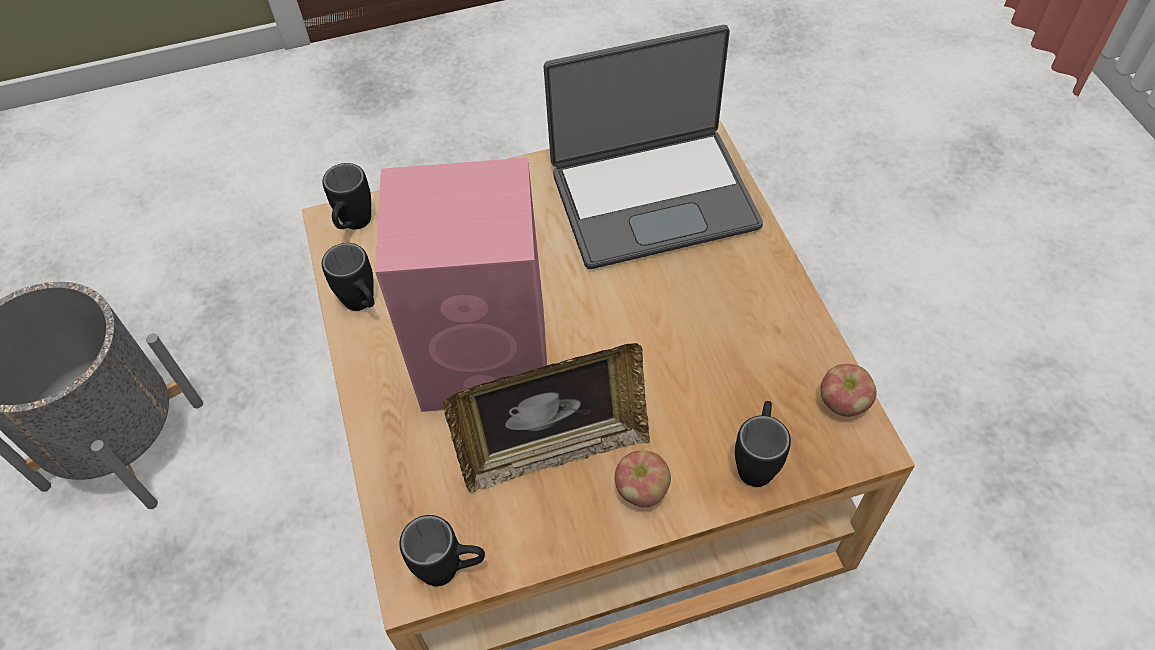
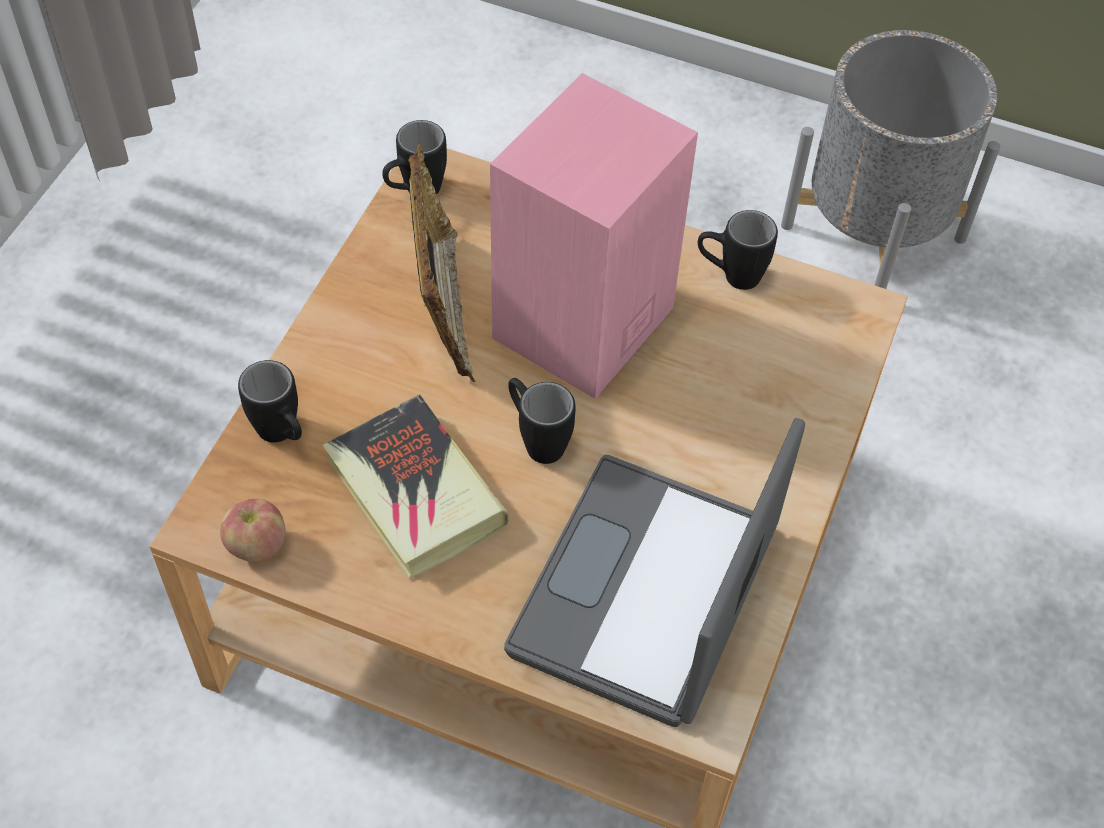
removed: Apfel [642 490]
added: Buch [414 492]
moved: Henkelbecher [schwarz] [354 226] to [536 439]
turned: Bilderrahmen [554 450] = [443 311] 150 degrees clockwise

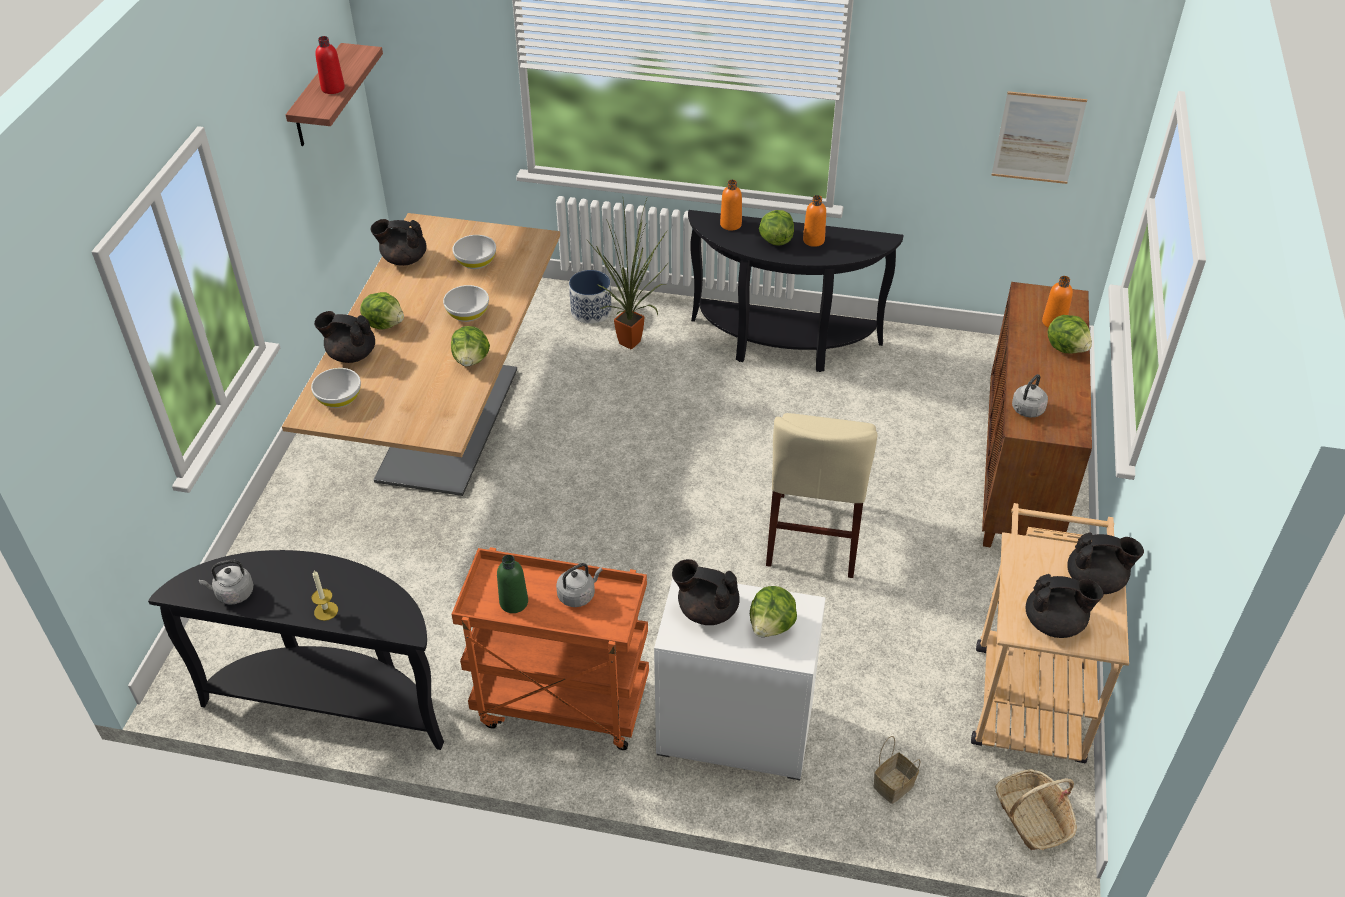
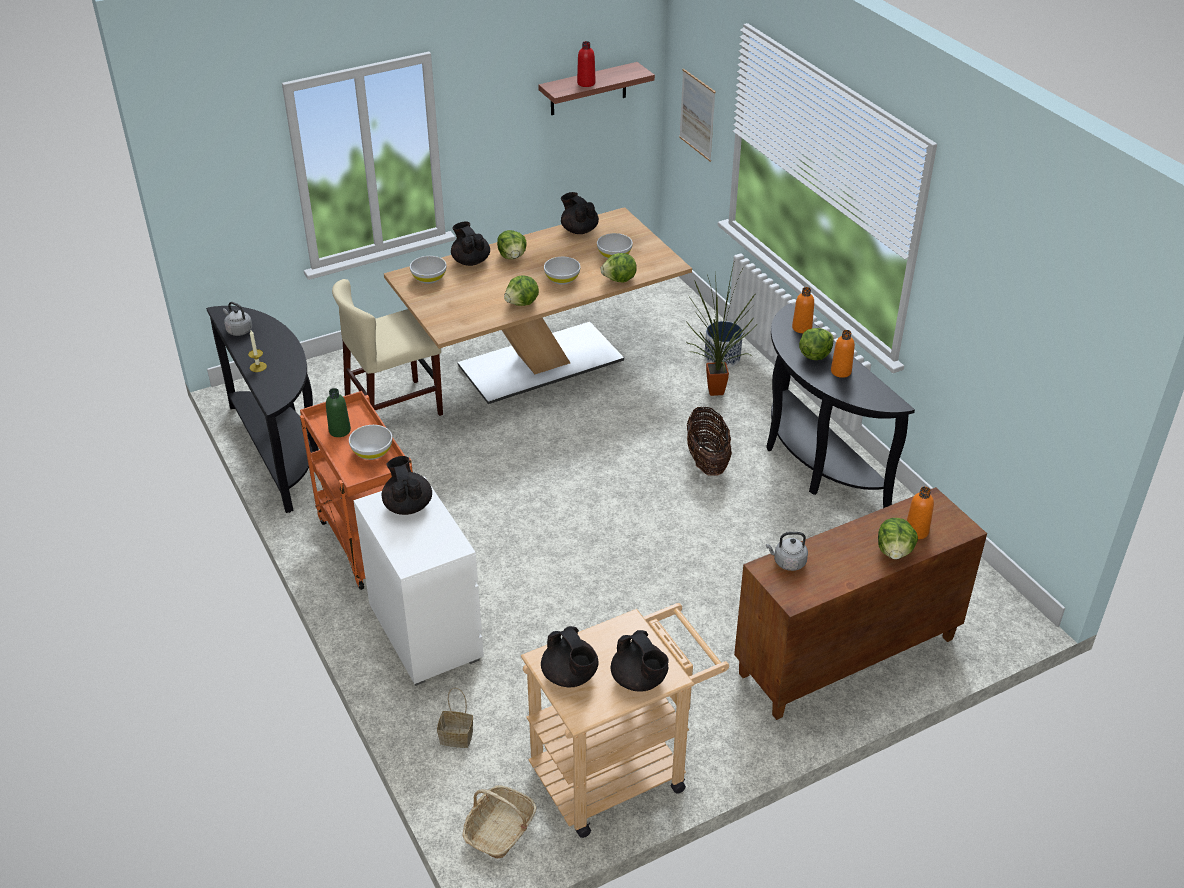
added: Korb [707 461]
moved: Bild [1037 138] to [697 115]; Stuhl [beige] [814 534] to [394 408]; Salatkopf [771 626] to [619 280]
replaced: Wasserkessel [grau] [578 595] to Schüssel [weiß] [372 452]

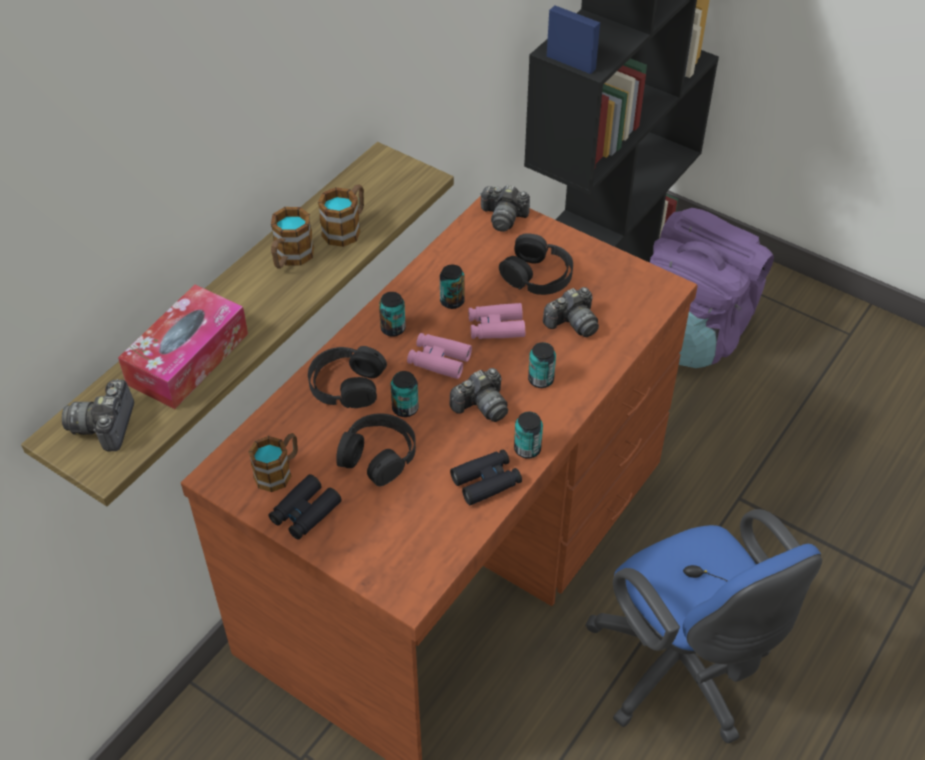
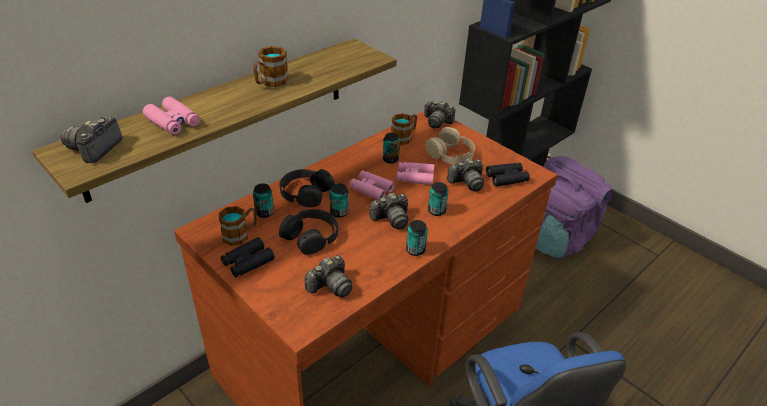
added: Kamera [330 286]
moved: Henkelbecher [346 228] to [404 137]; Dose [393 329] to [264 212]; Fernglas [schwarz] [486 481] to [507 178]
replaced: Taschentuchbox [188 358] to Fernglas [rosa] [173 122]
recoloured: Kopfhörer [schwarz] [537 275] to Kopfhörer [beige] [450 154]

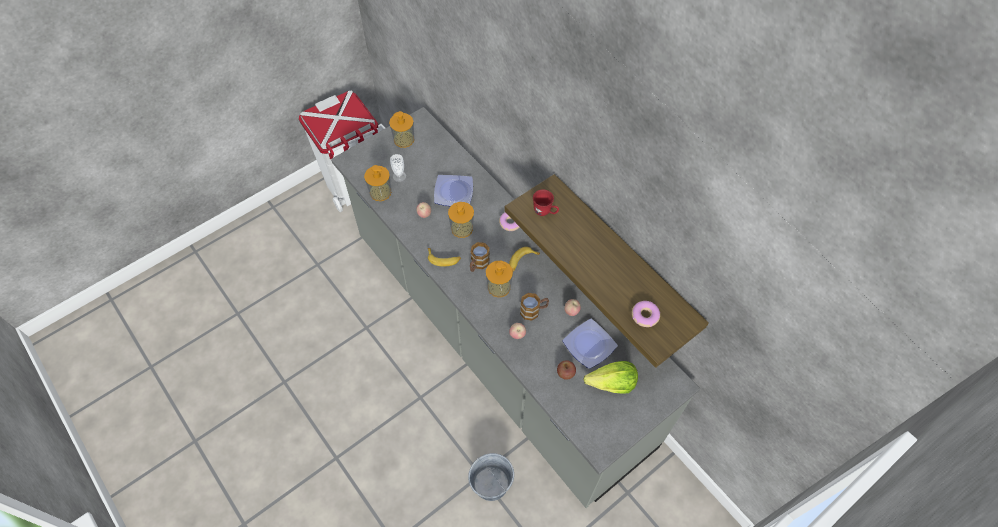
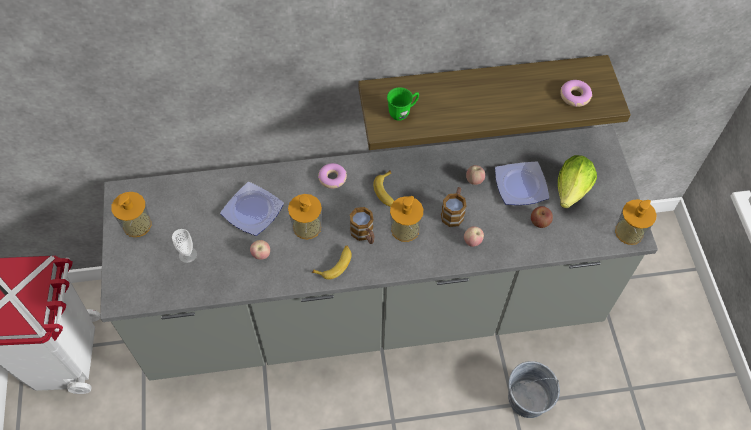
moved: Seifenspender [380 192] to [629 232]
recoloured: Henkelbecher [rot] [545 212] to Henkelbecher [grün] [403 112]

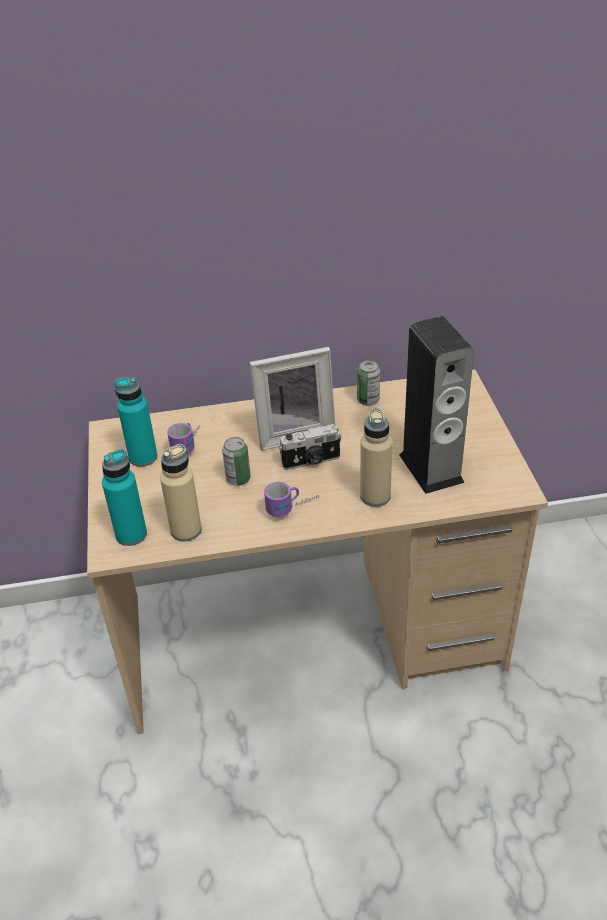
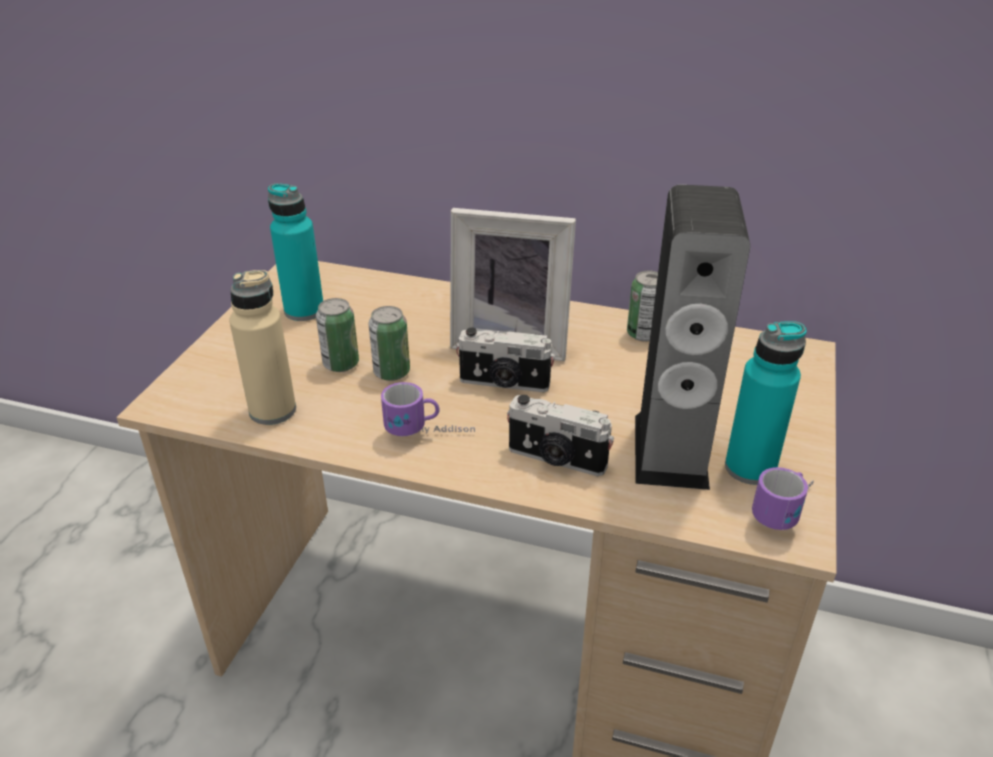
added: Dose [341 364]
moved: Henkelbecher [189 444] to [787 510]; Flasche [türkis] [131 534] to [750 468]
replaced: Flasche [beige] [375 496] to Kamera [556 459]

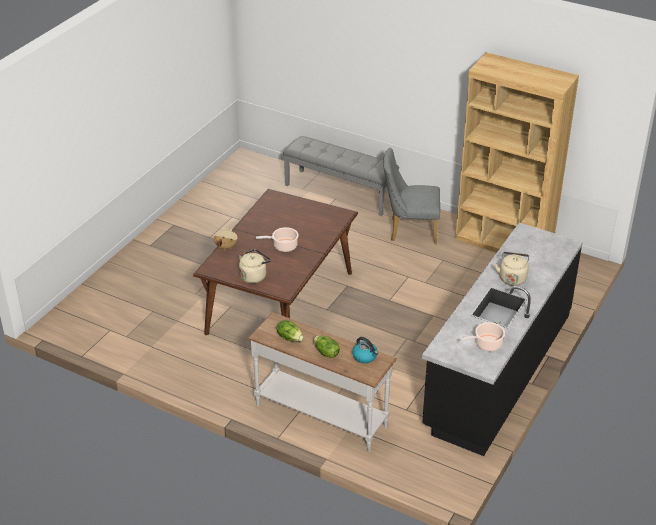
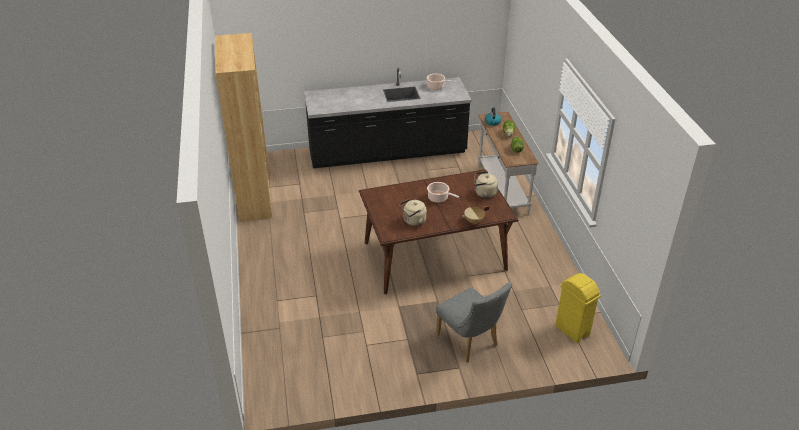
removed: Bank [grau] [340 192]
added: Mülleimer [gelb] [572 331]
moved: Stuhl [grau] [409 230] to [470 343]; Wasserkessel [beige] [512 278] to [413 221]

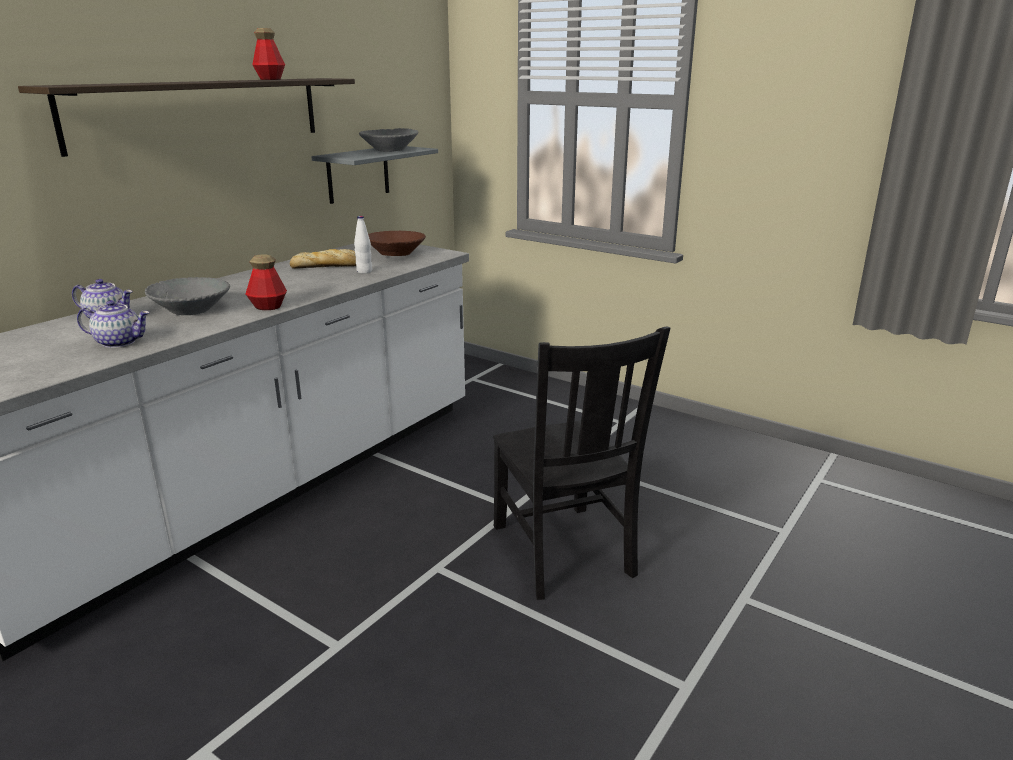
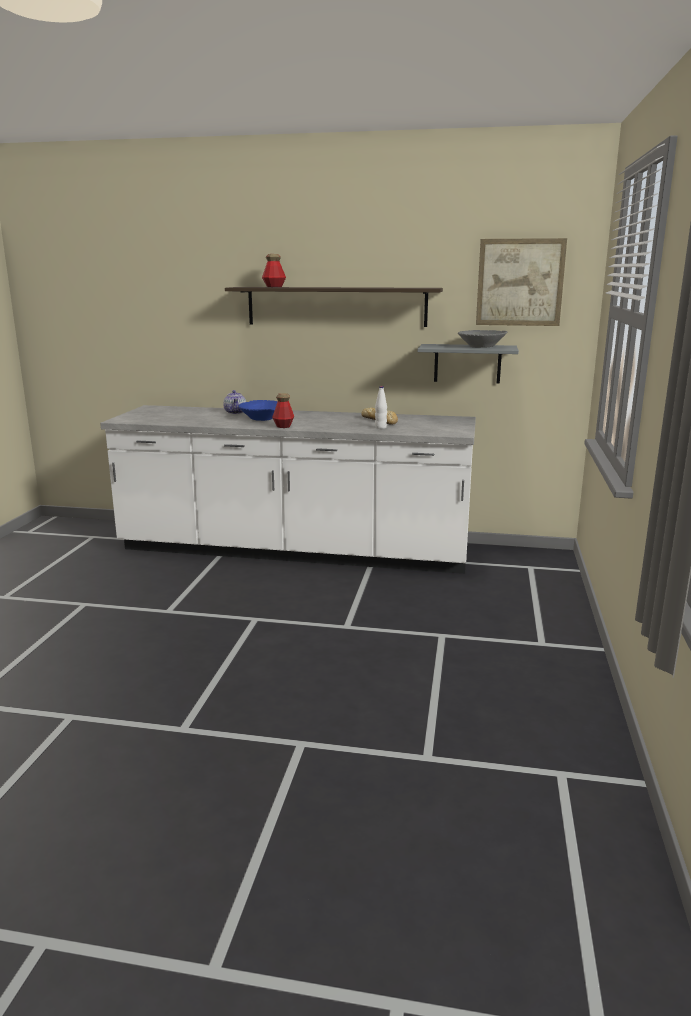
removed: Schüssel [braun] [395 254]; Teekanne [120 342]; Stuhl [schwarz] [564 553]
added: Bild [520 282]
moved: Flasche [270 79] to [274 287]
recoloured: Schüssel [grau] [192 310] to Schüssel [blau] [262 418]

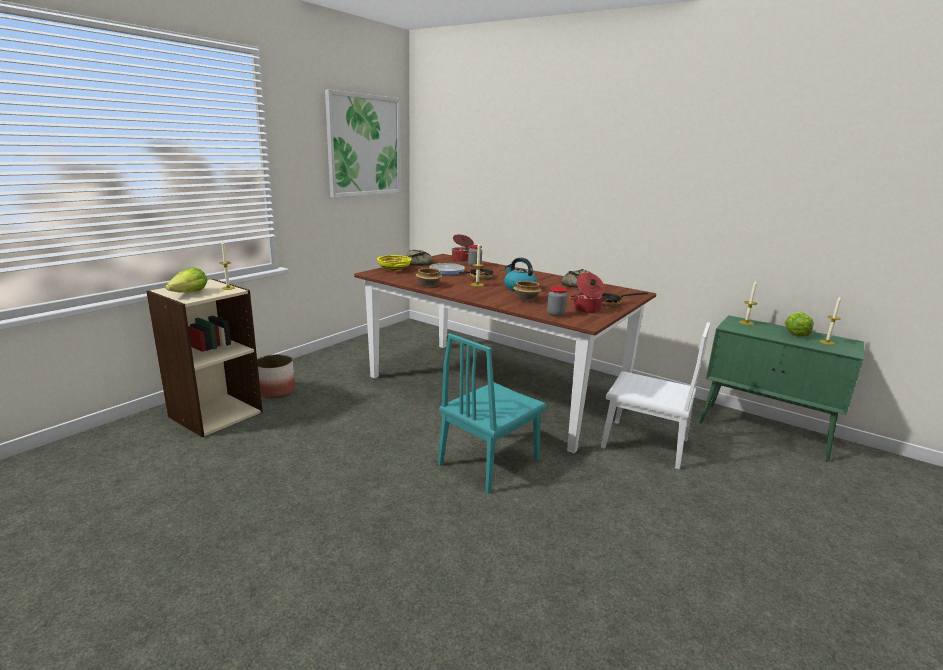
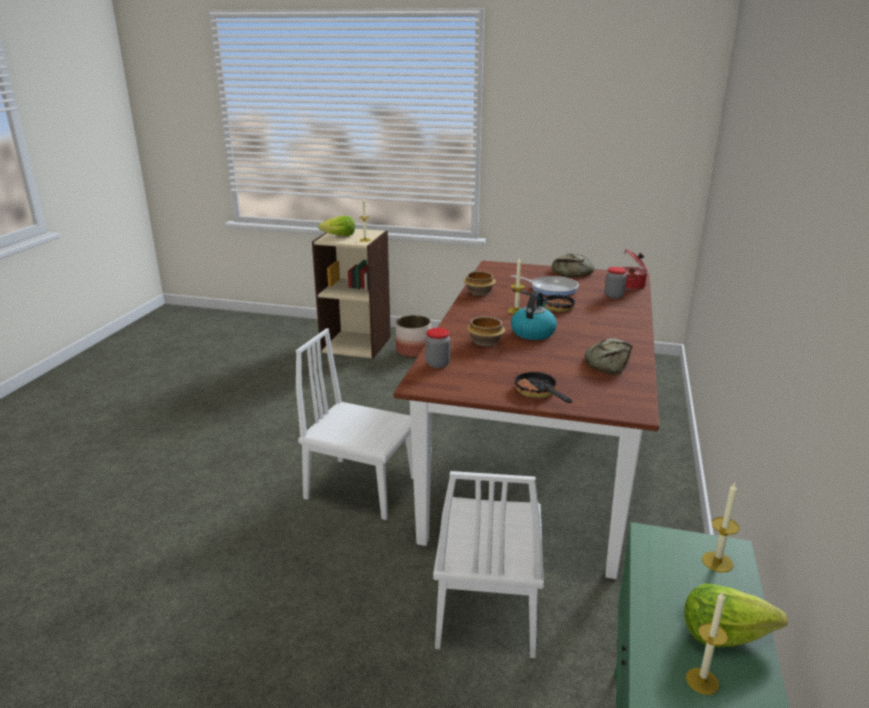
removed: Bild [364 145]; Schüssel [gelb] [394 269]; Kochtopf [586 310]
recoloured: Stuhl [türkis] [489 462] to Stuhl [weiß] [361 488]

